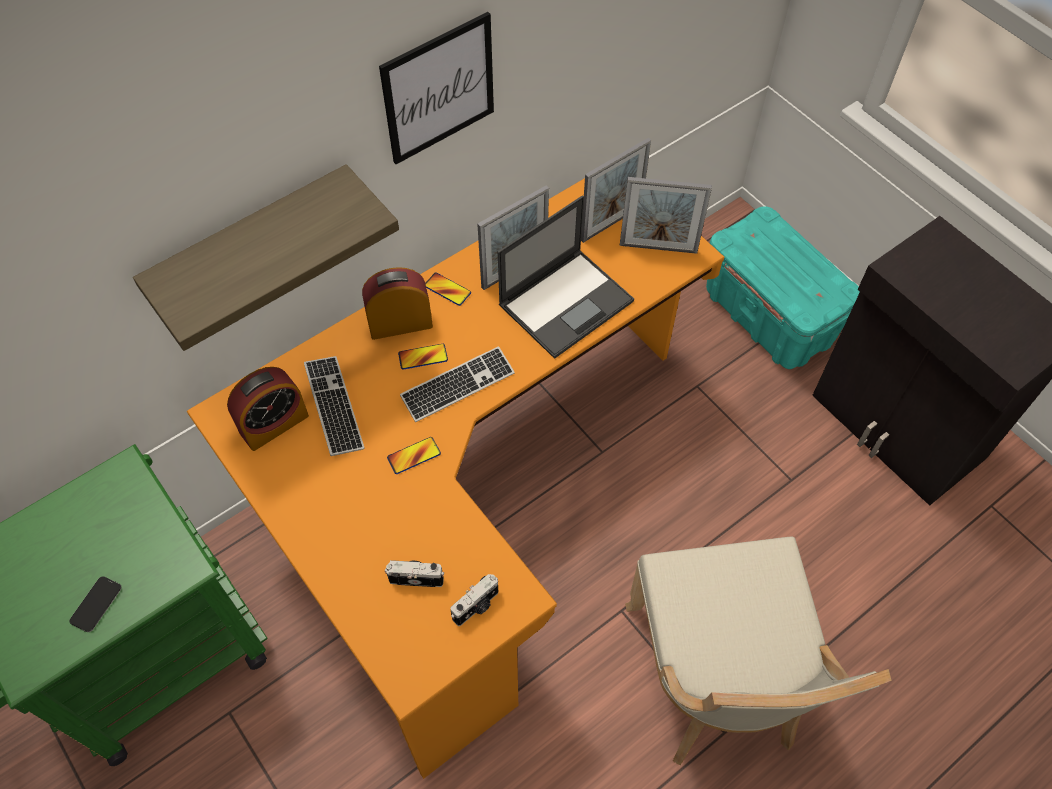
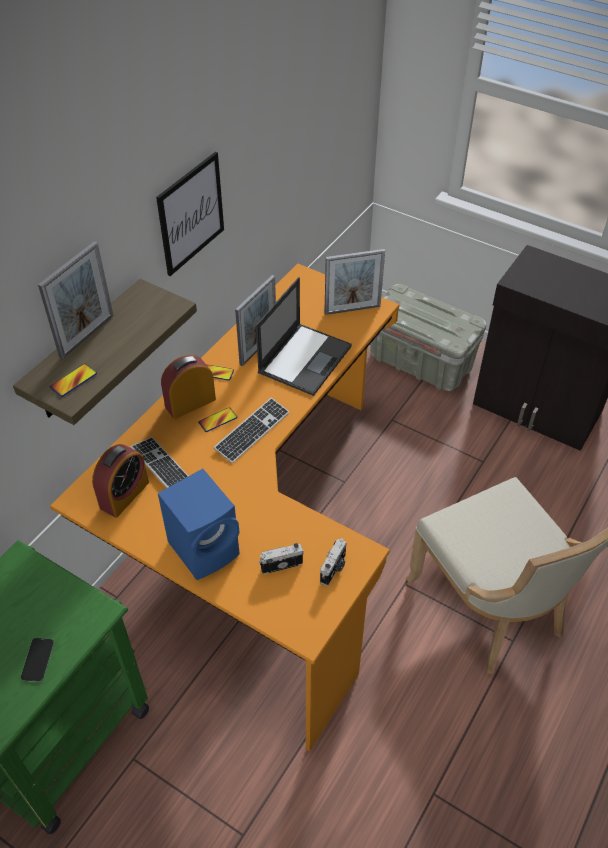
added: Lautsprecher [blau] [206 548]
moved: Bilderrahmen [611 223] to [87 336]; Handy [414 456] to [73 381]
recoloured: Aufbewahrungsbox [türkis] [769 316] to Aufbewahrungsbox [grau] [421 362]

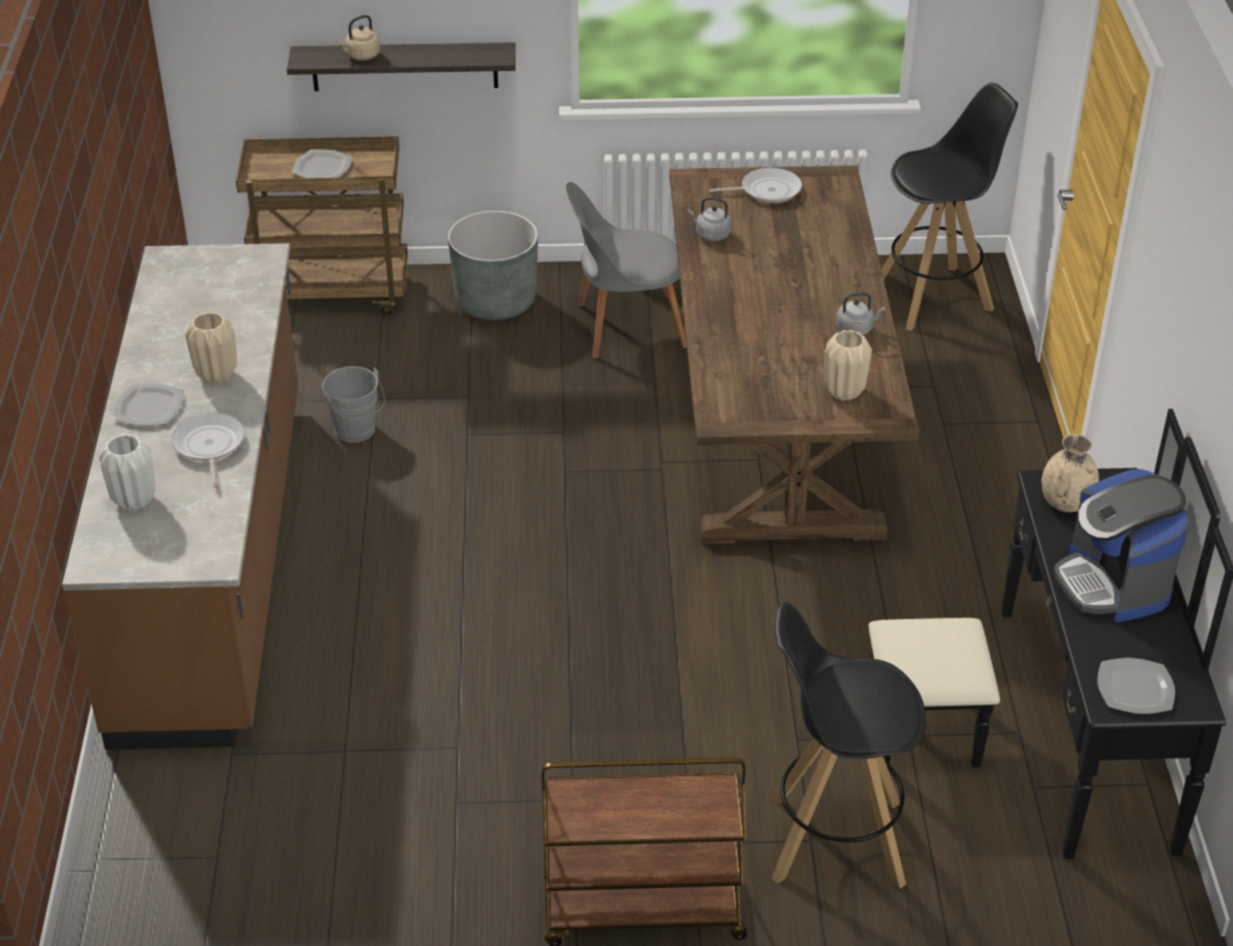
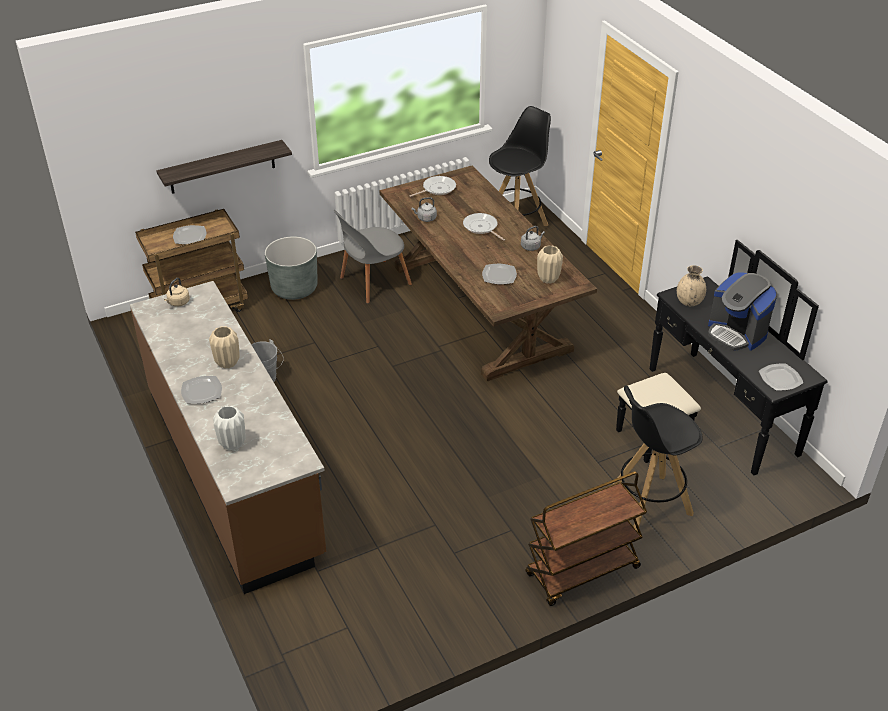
added: Teller [499 275]
moved: Wasserkessel [beige] [361 56] to [178 303]; Pfanne [209 446] to [481 227]

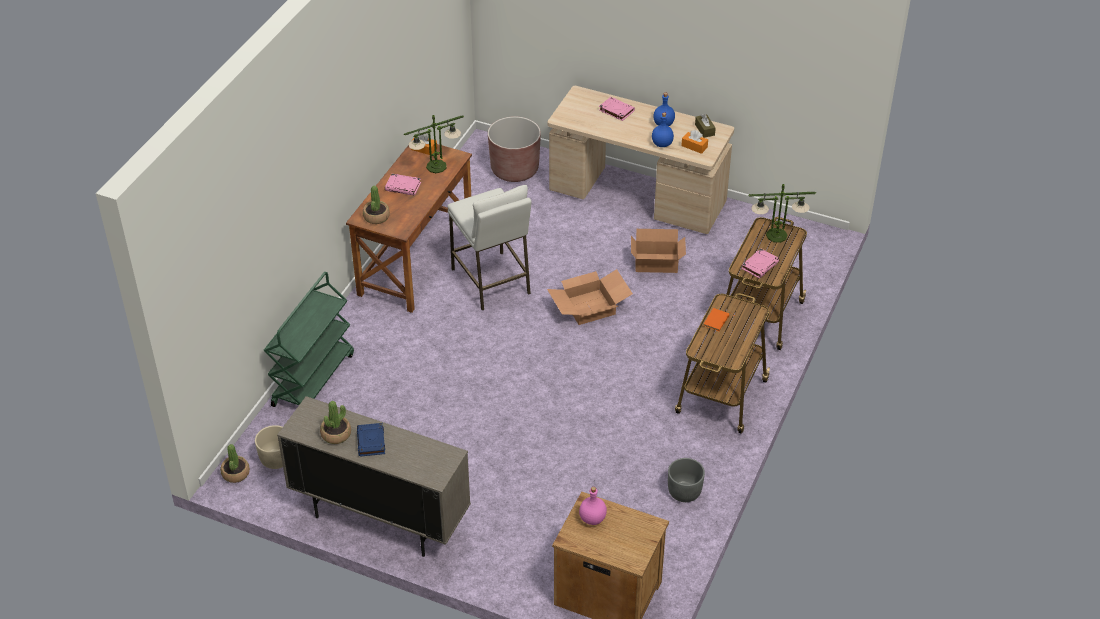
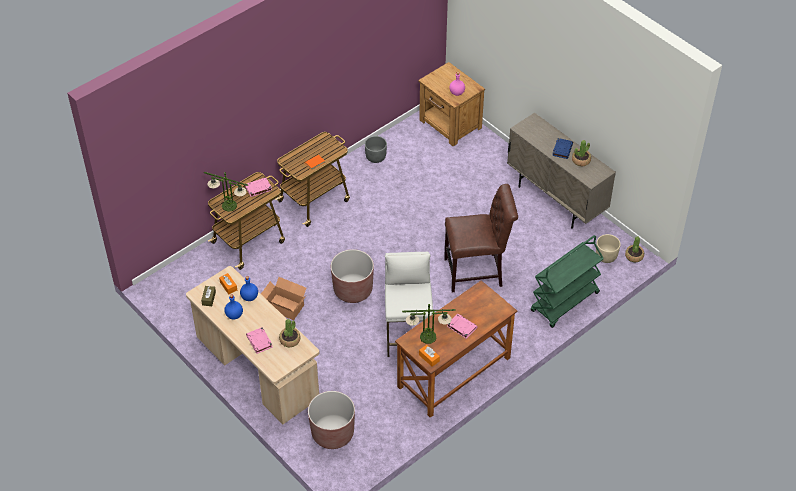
added: Stuhl [braun] [477 272]
moved: Topfpflanze [376 216] to [290 340]
replaced: Karton [589 306] to Pflanzkübel [braun] [353 290]

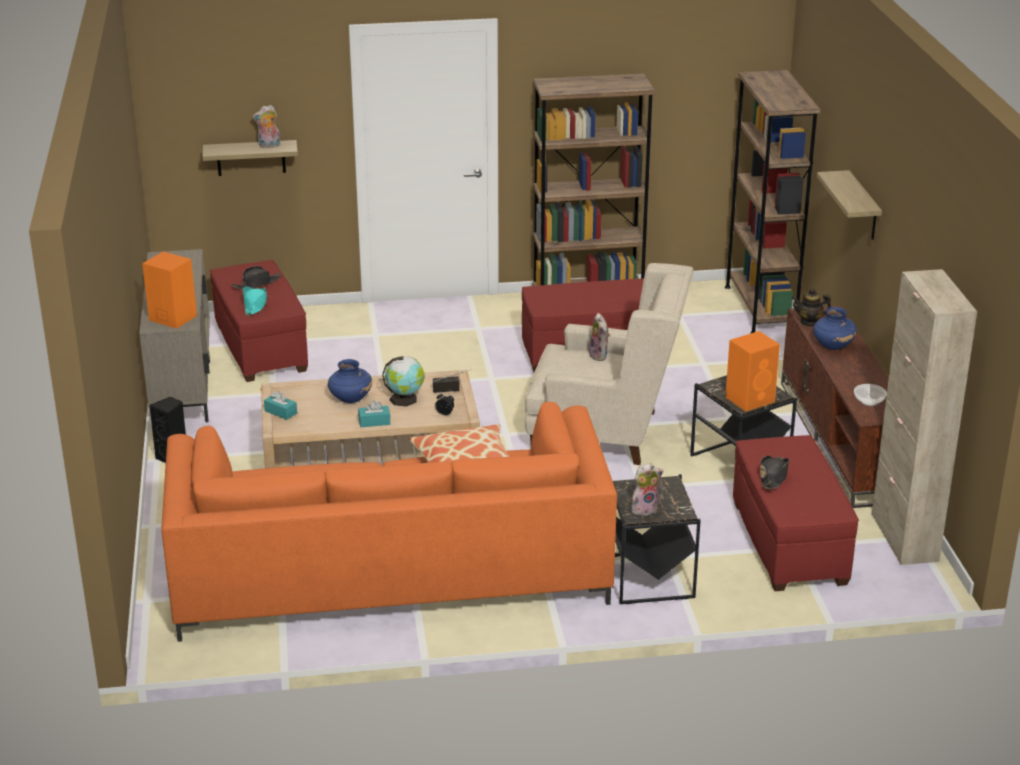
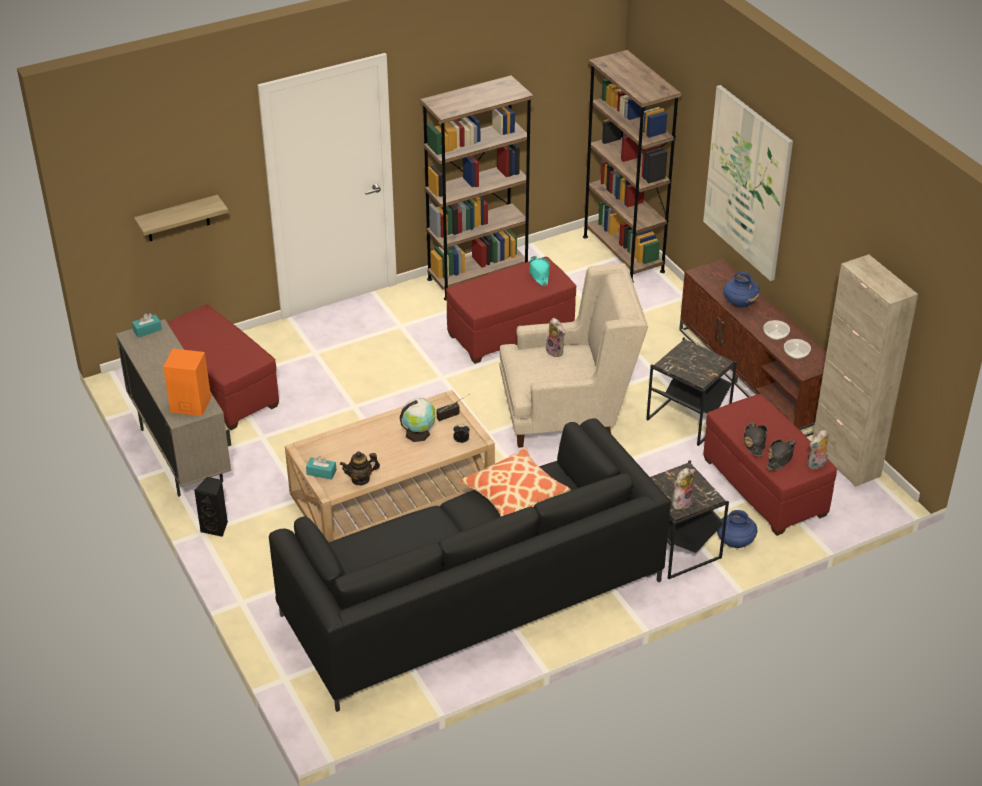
removed: Lautsprecher [orange] [751 399]
added: Schüssel [775 335]
moved: Plüschtier [269 146] to [816 465]; Hut [schwarz] [257 284] to [780 458]; Hut [türkis] [255 305] to [539 274]; Teekanne [809 322] to [360 479]; Vase [blau] [350 398] to [735 542]; Taschentuchbox [türkis] [374 422] to [147 330]
replaced: Wandregal [863 207] to Bild [747 182]
recoloured: Sofa [orange] [390 573] to Sofa [schwarz] [471 597]

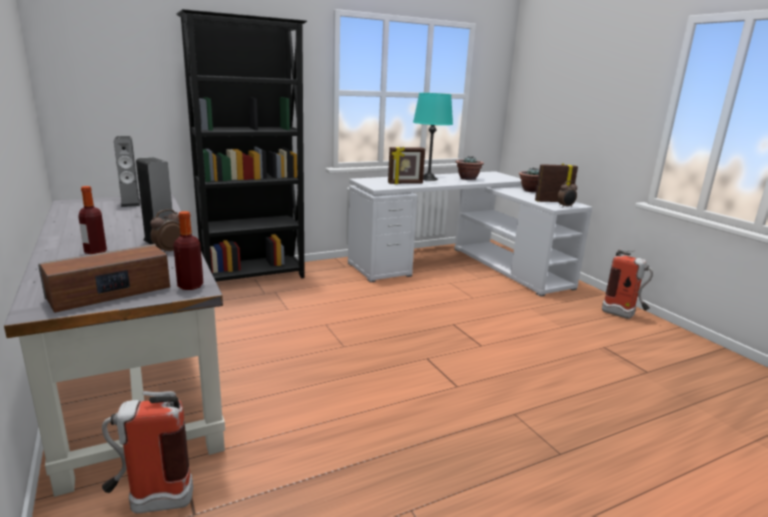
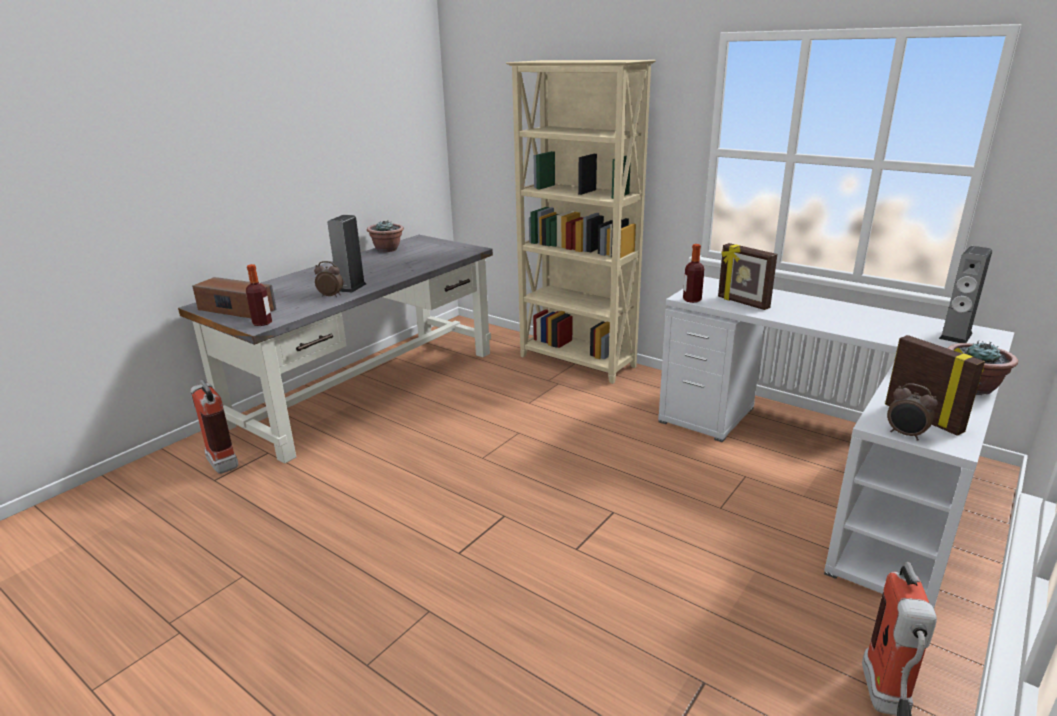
removed: Tischlampe [türkis] [429 179]
moved: Lautsprecher [130 203] to [955 336]; Topfpflanze [467 178] to [387 249]; Flasche [95 251] to [692 300]
recoloured: Bücherregal [schwarz] [254 277] to Bücherregal [beige] [577 362]

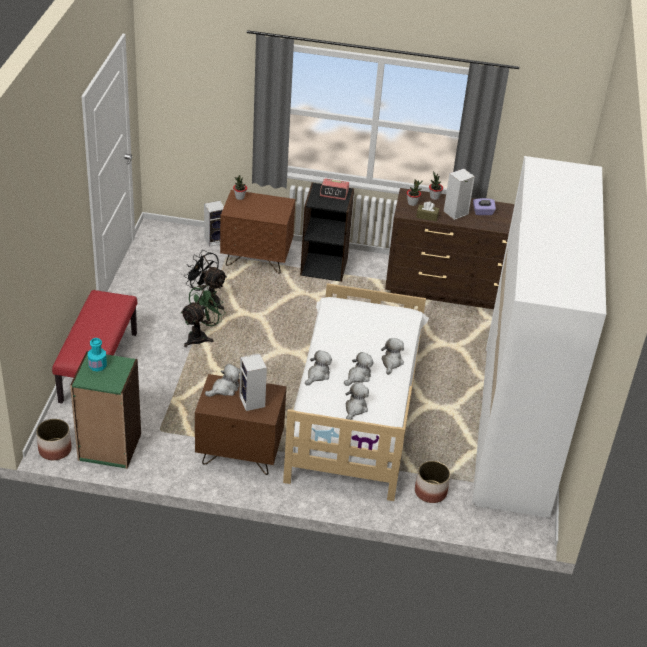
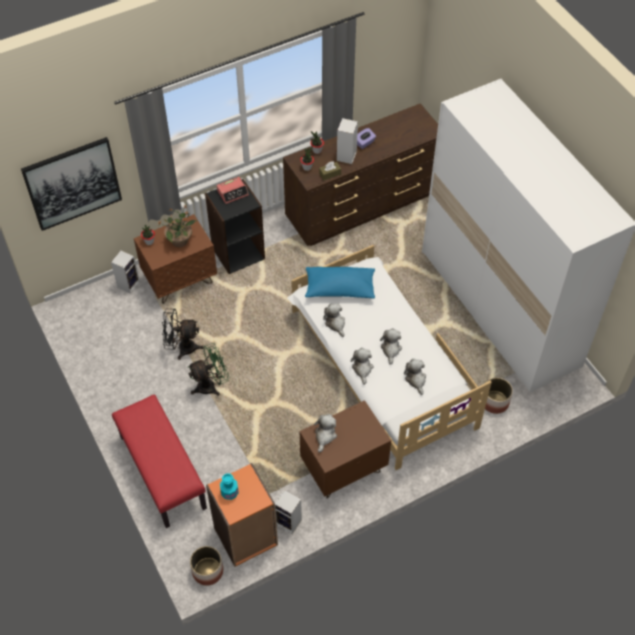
added: Bild [72 183]; Topfpflanze [180 240]; Kissen [blau] [339 289]
moved: Plüschtier [391 362] to [335 323]; Lautsprecher [253 402] to [289 522]
recoloured: Bücherregal [grün] [109 447] to Bücherregal [orange] [246 537]
turned: Ventilator [grün] [201 336] = [211 385] 60 degrees clockwise

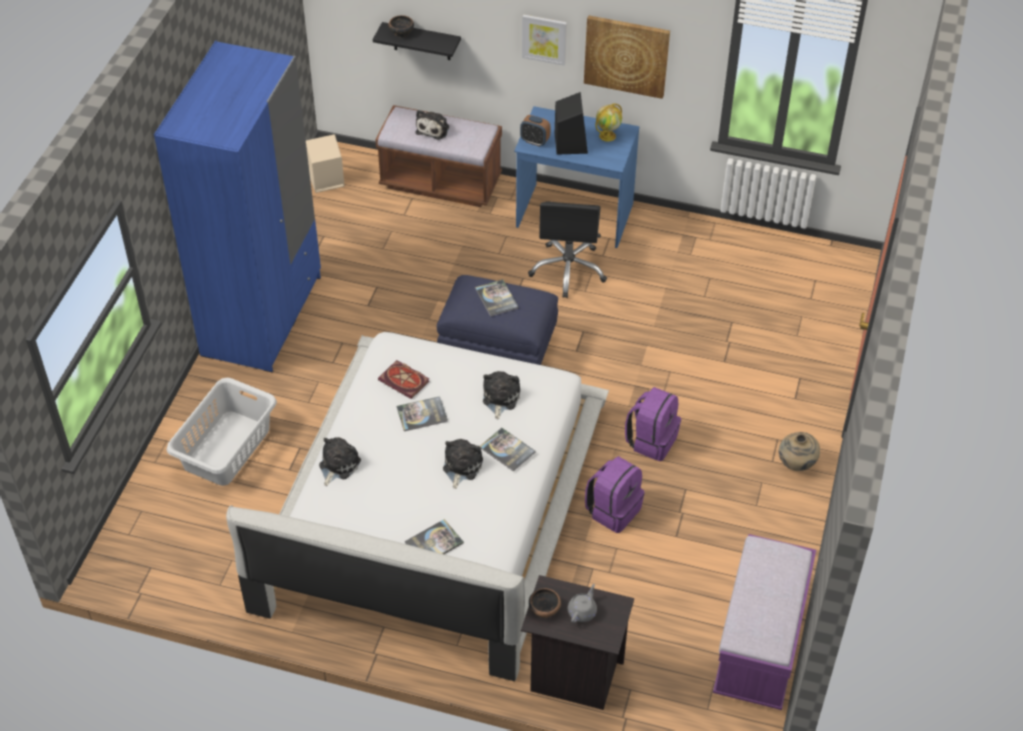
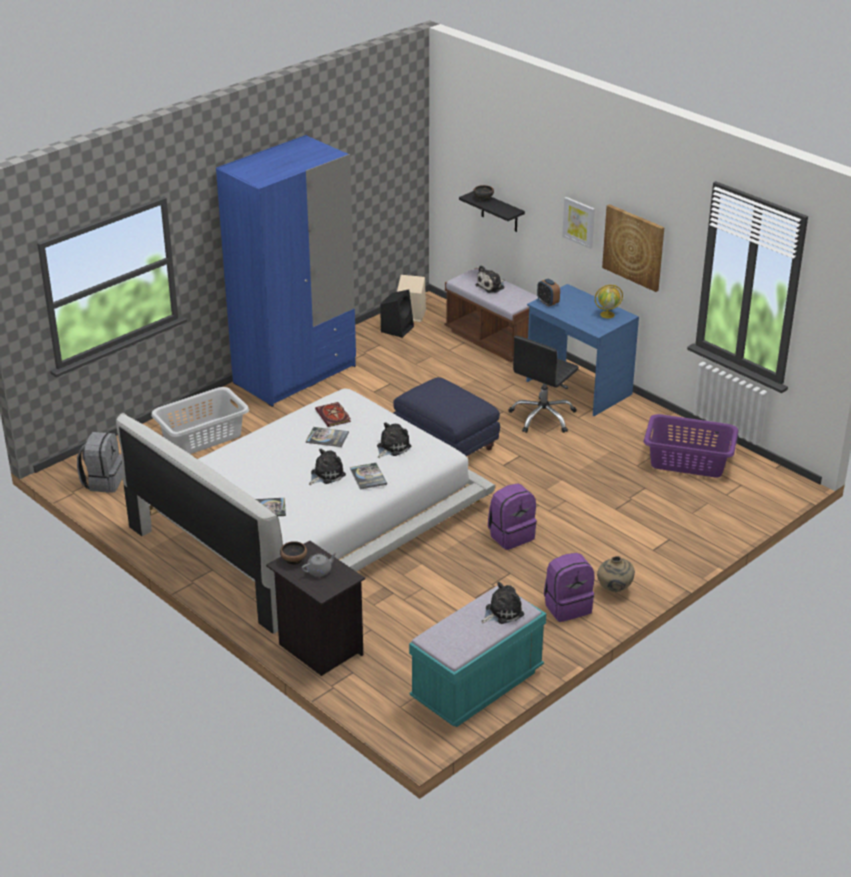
removed: Buch [496 298]
added: Wäschekorb [lila] [688 461]; Rucksack [grau] [103 481]
moved: Lautsprecher [schwarz] [570 142] to [397 329]; Plüschtier [338 465] to [502 612]; Rucksack [lila] [613 510] to [567 606]
recoloured: Bank [lila] [759 646] to Bank [türkis] [477 686]

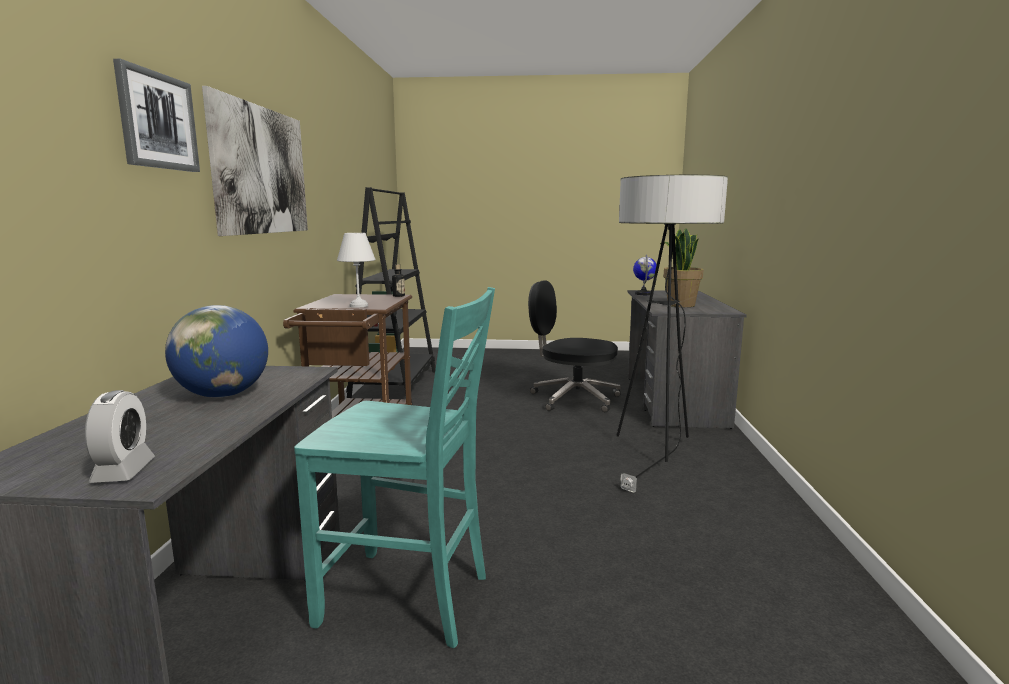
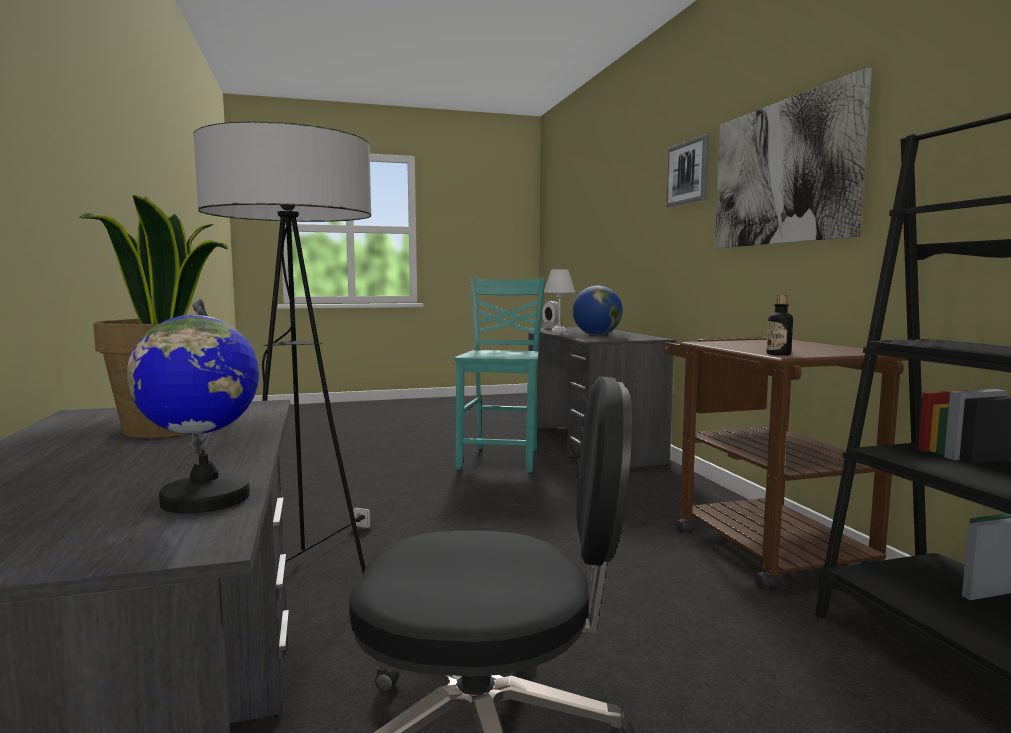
moved: Tischlampe [weiß] [359 305] to [559 331]
turned: Stuhl [türkis] [408 599] = [502 459] 105 degrees clockwise

